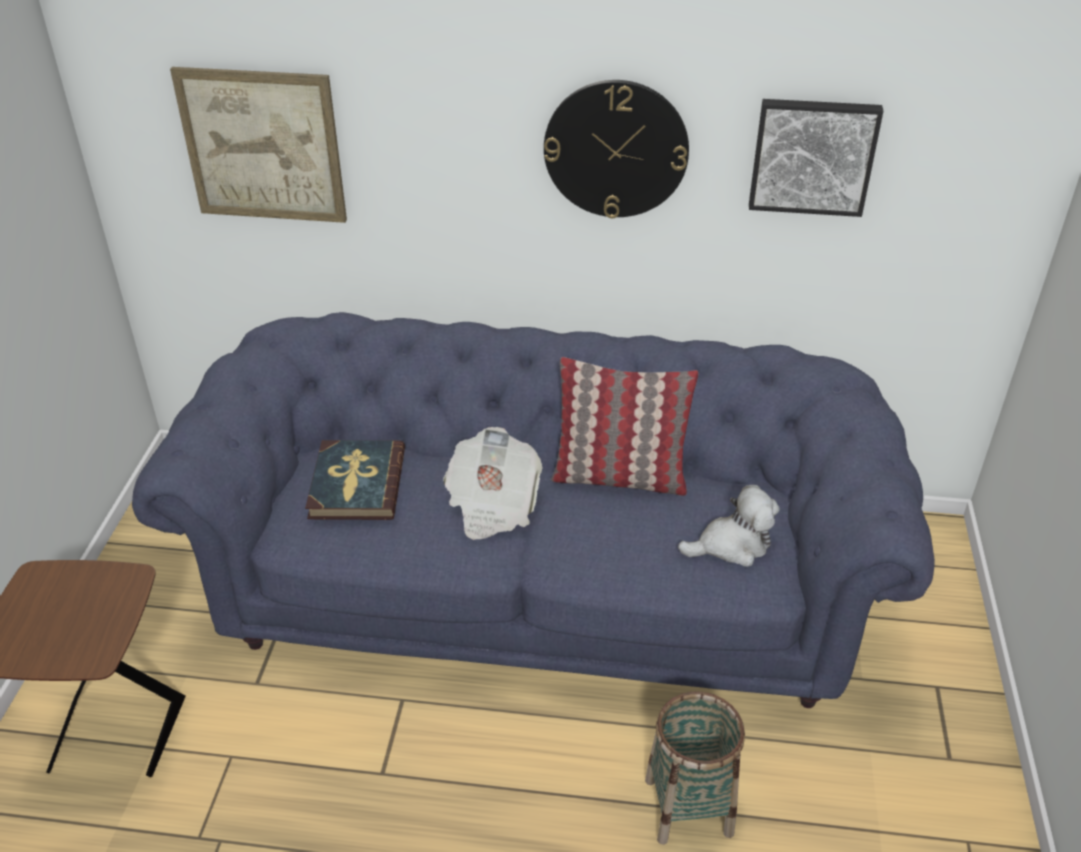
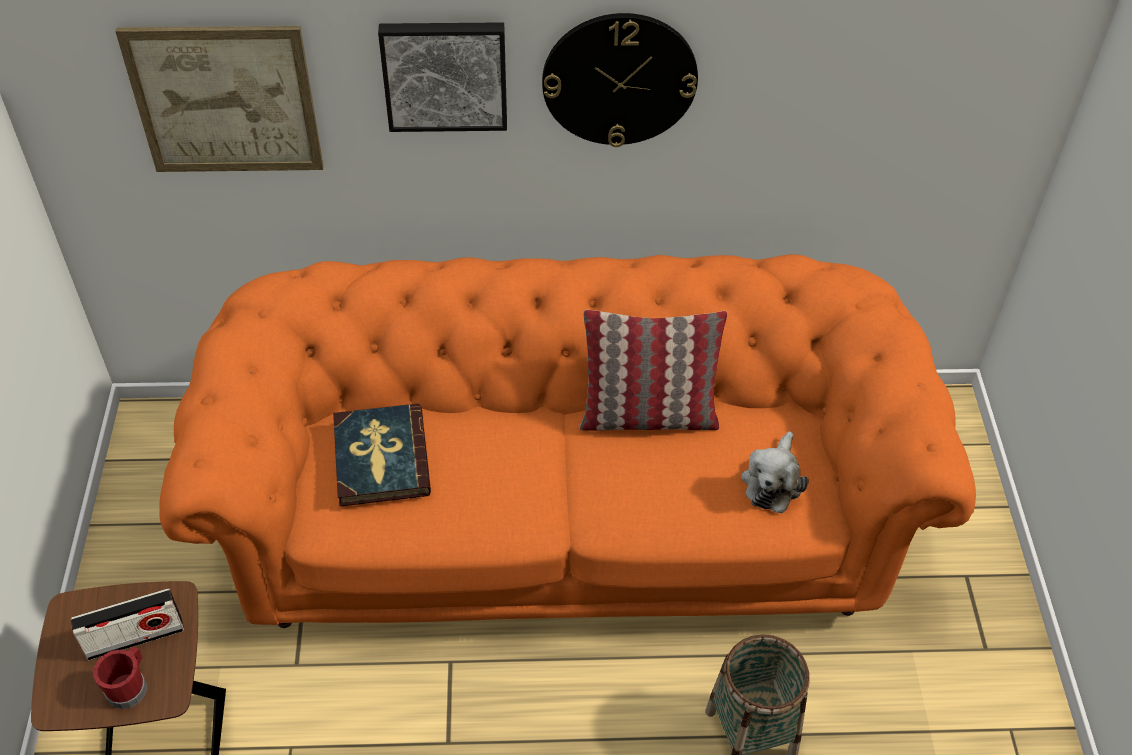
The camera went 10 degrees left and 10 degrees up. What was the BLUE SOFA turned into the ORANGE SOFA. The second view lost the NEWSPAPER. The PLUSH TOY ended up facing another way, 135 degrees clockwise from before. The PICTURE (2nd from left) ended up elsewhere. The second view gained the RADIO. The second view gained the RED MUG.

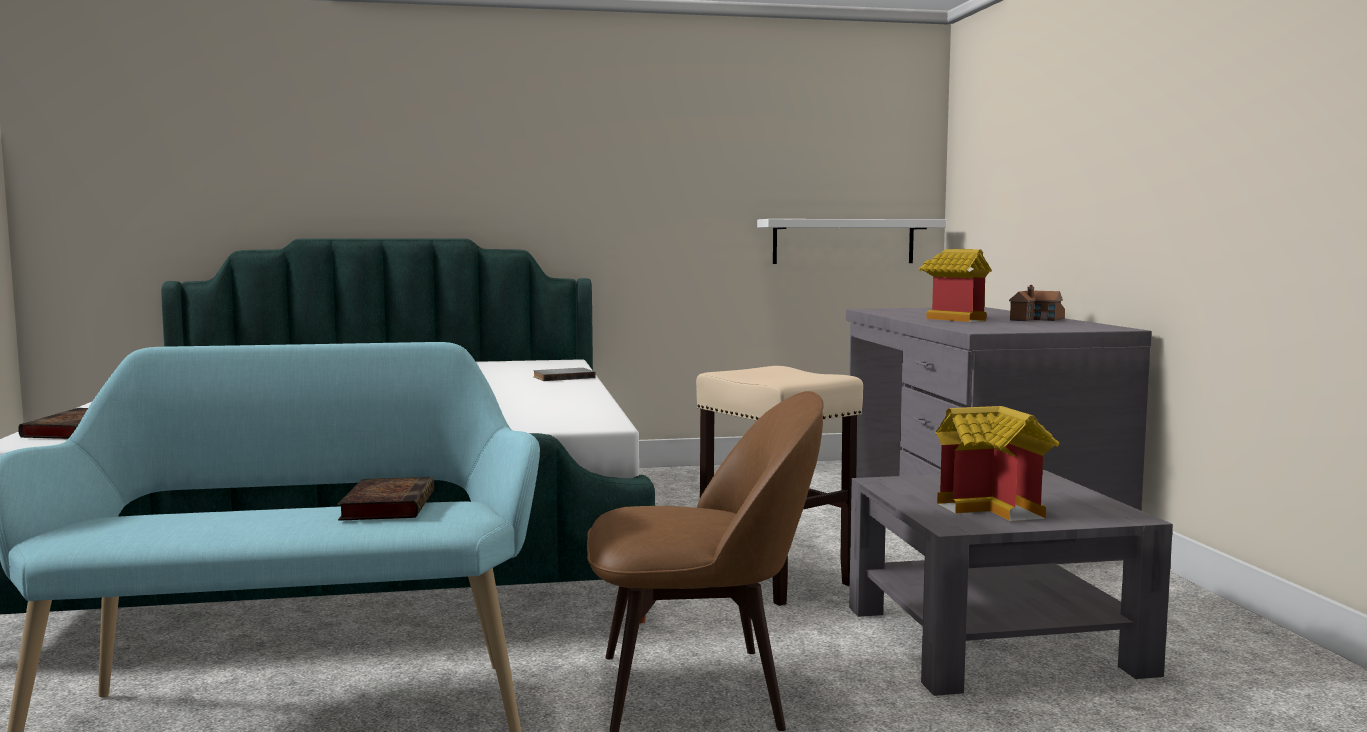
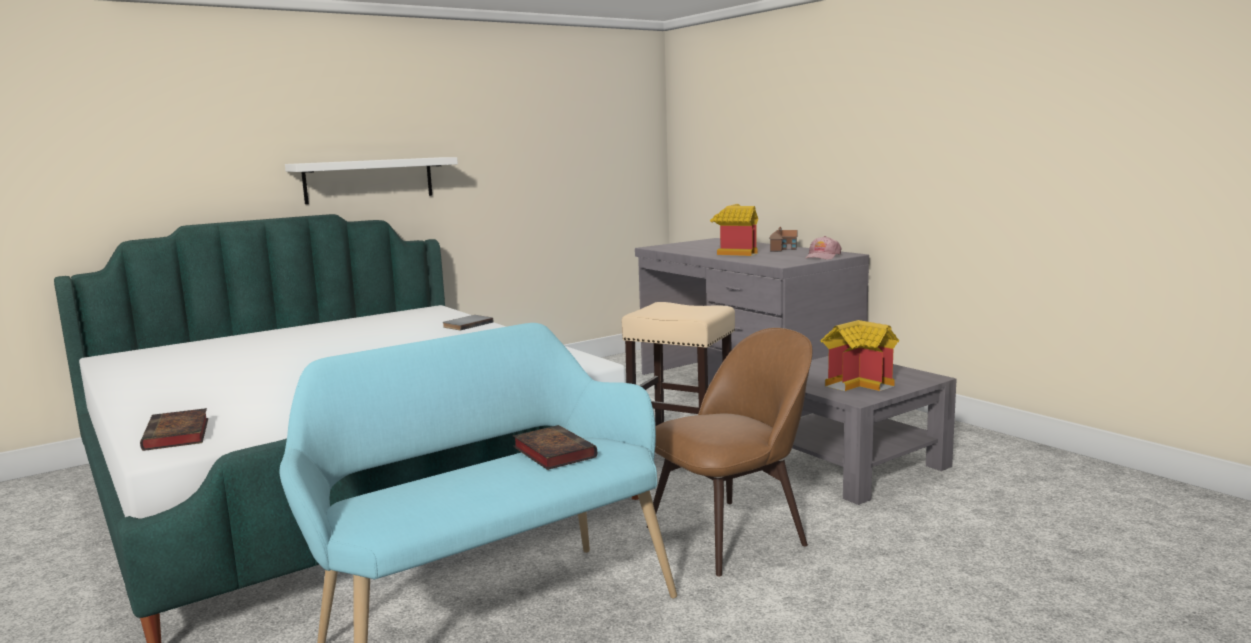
The camera went 25 degrees left and 5 degrees up. The WHITE SHELF ended up elsewhere. The second view gained the PINK CAP.

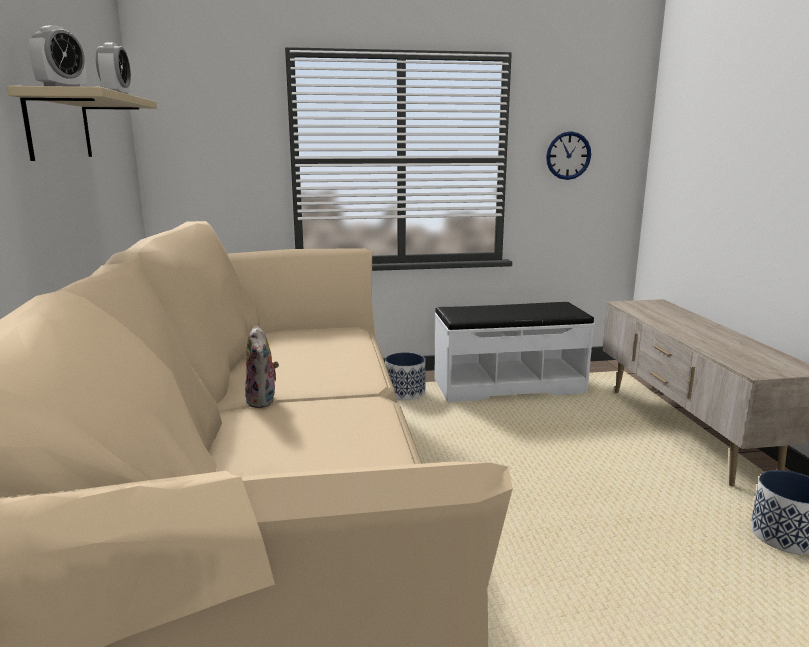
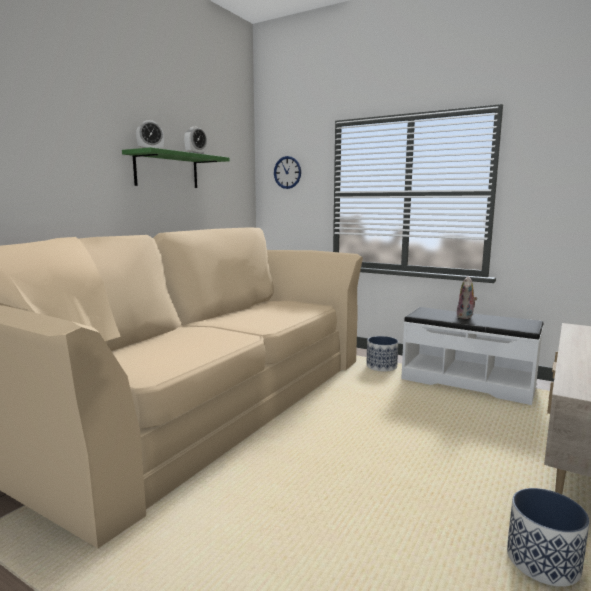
The camera went 40 degrees right and 5 degrees down. What was the BEIGE SHELF turned into the GREEN SHELF. The PLUSH TOY ended up elsewhere. The WALL CLOCK ended up elsewhere.

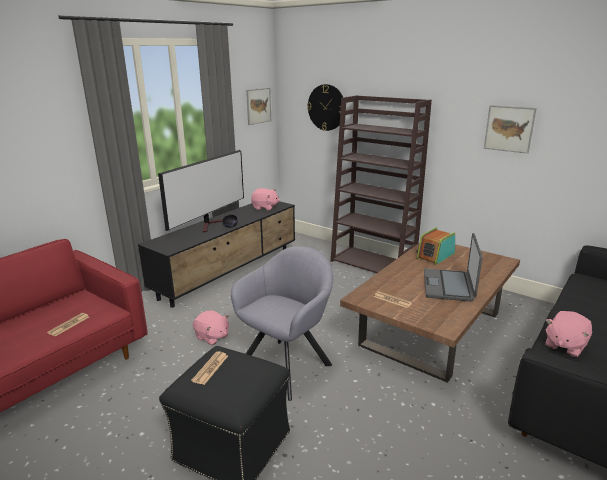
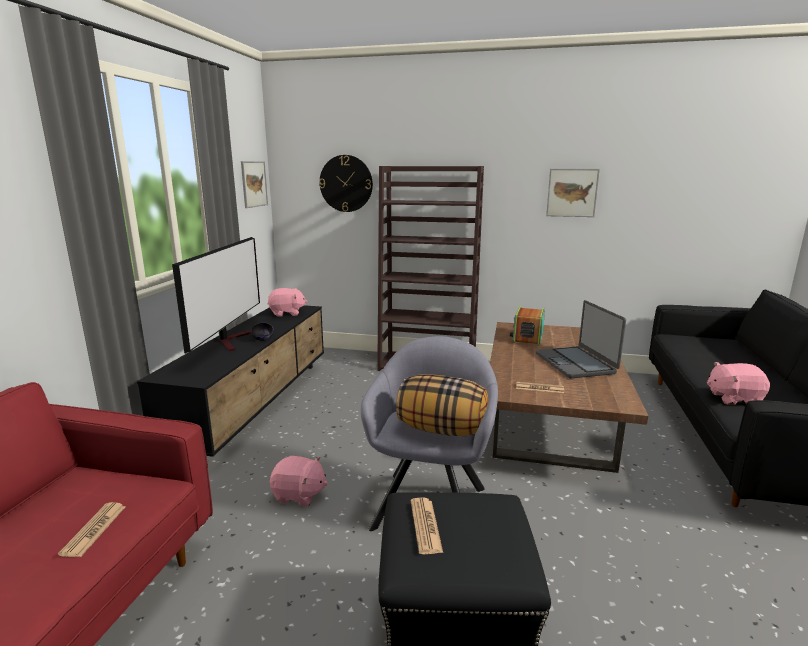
The camera went 25 degrees left and 5 degrees down. The PINK PLUSH TOY (3rd from left) ended up facing another way, 75 degrees clockwise from before. The second view gained the PILLOW.

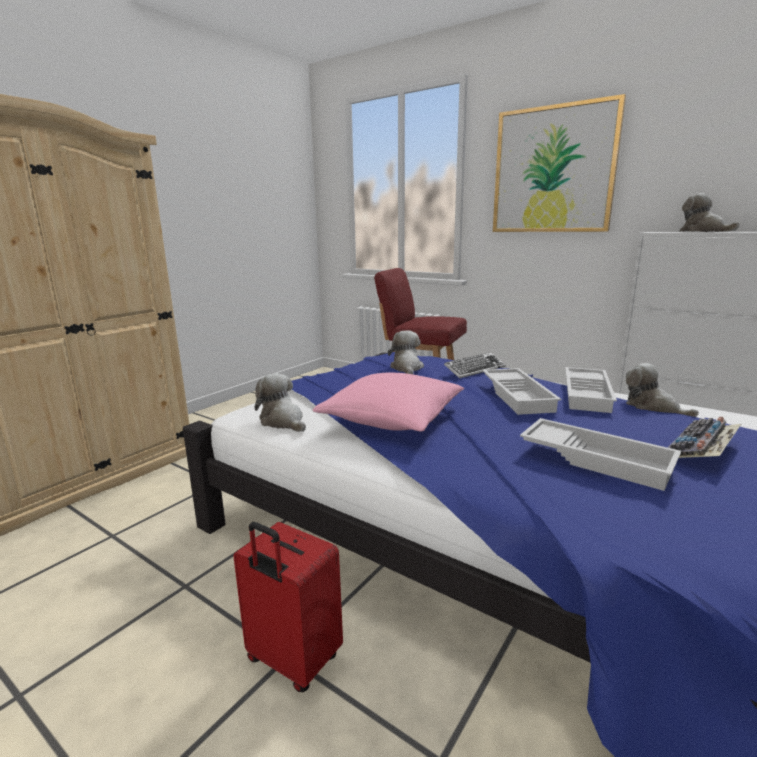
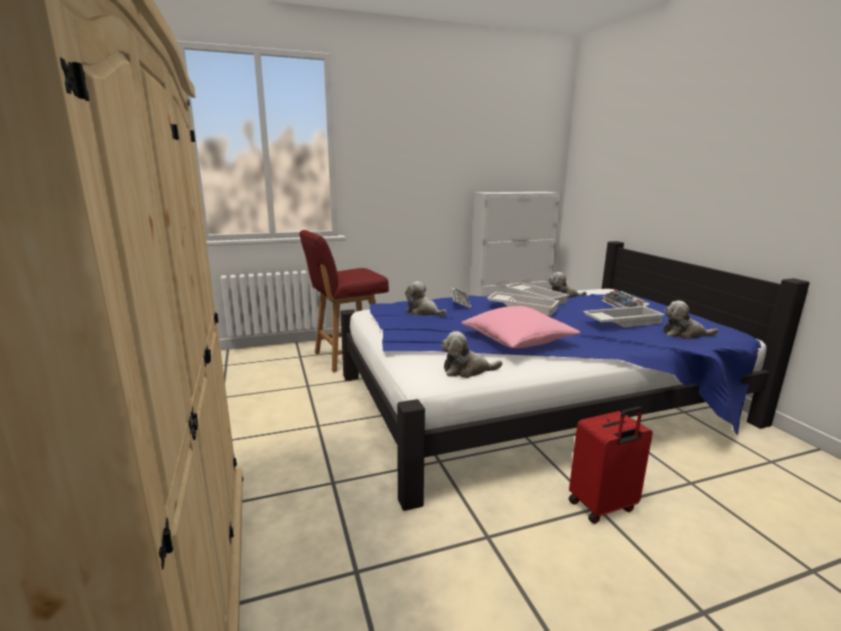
The camera went 55 degrees left and 0 degrees up. The second view lost the PICTURE. The PLUSH TOY (4th from left) ended up elsewhere.

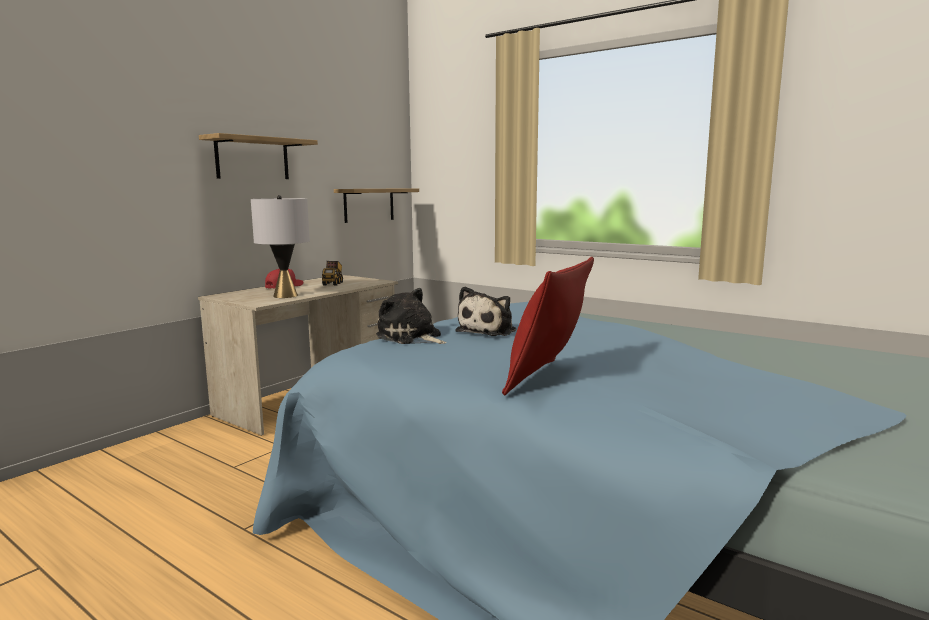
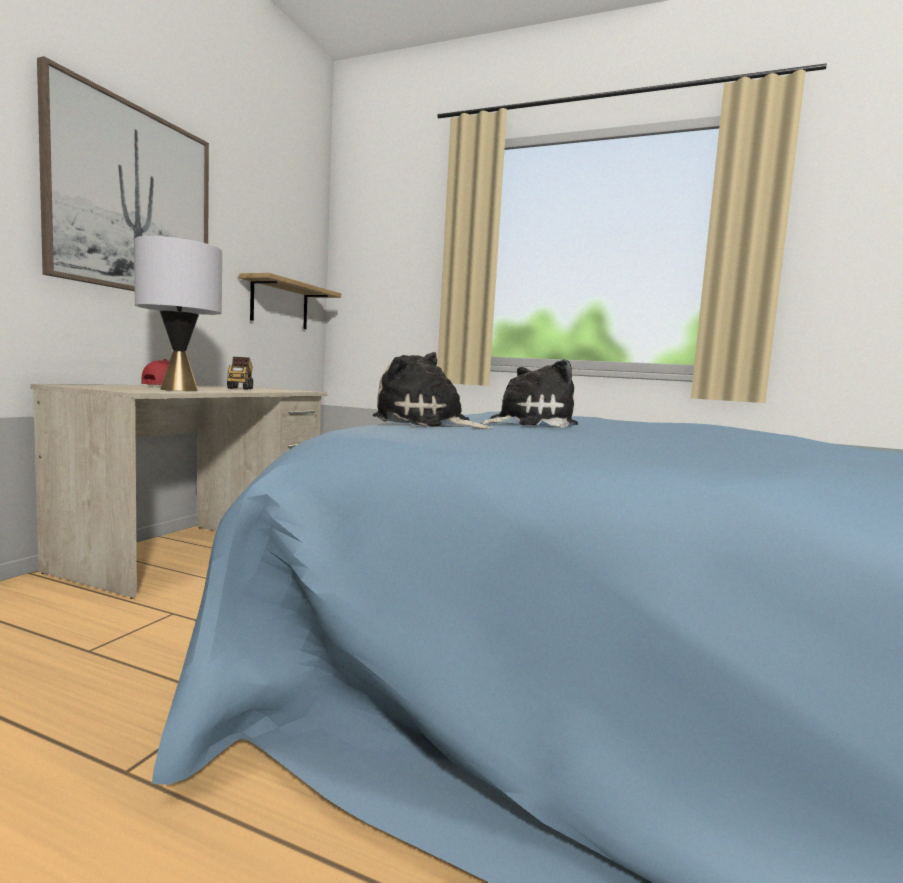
The camera went 15 degrees left and 5 degrees down. Where the SHELF (1st from left) hung, the PICTURE came to hang. The PLUSH TOY (2nd from left) ended up facing another way, 135 degrees counterclockwise from before. The second view lost the RED PILLOW.

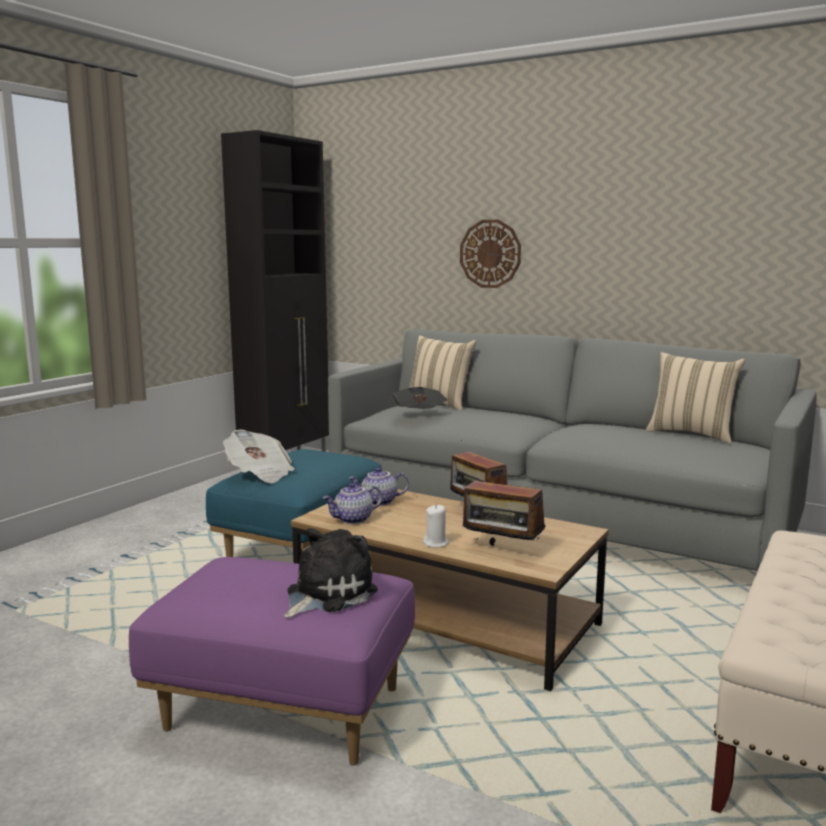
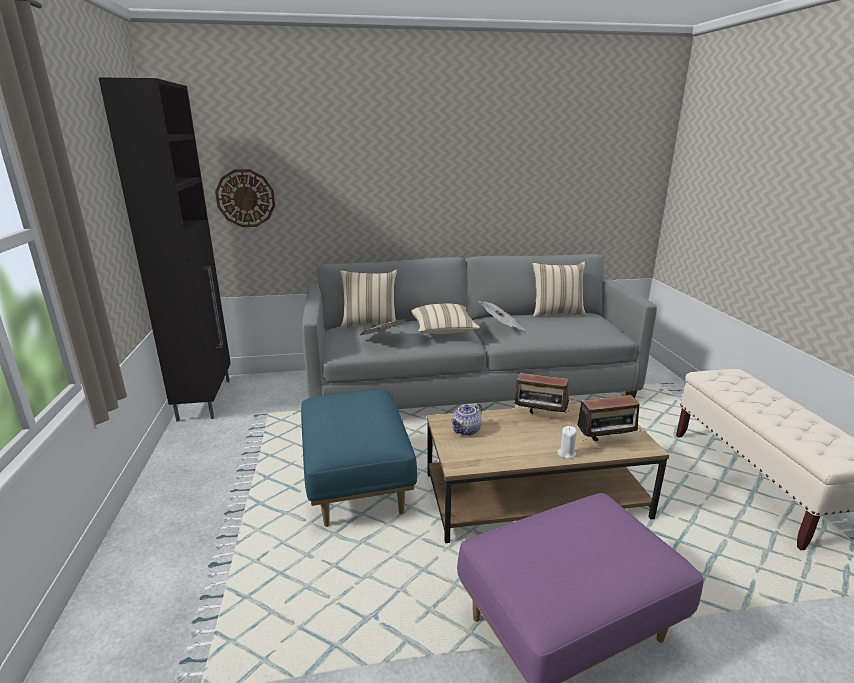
The camera went 40 degrees left and 10 degrees up. The NEWSPAPER (1st from left in the first image) ended up elsewhere. The second view lost the PLUSH TOY. The second view lost the TEAPOT (1st from left). The WALL CLOCK ended up elsewhere. The second view gained the BEIGE PILLOW (2nd from left).

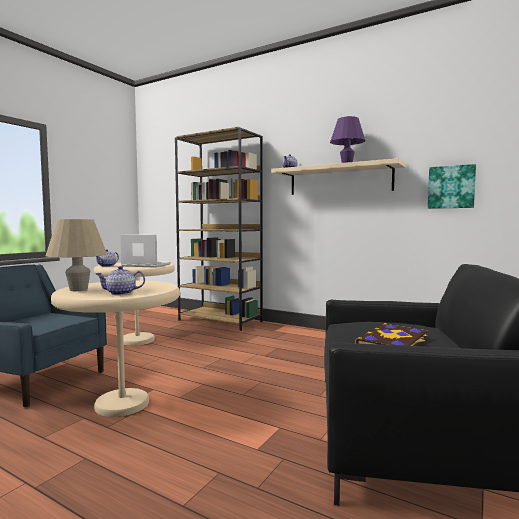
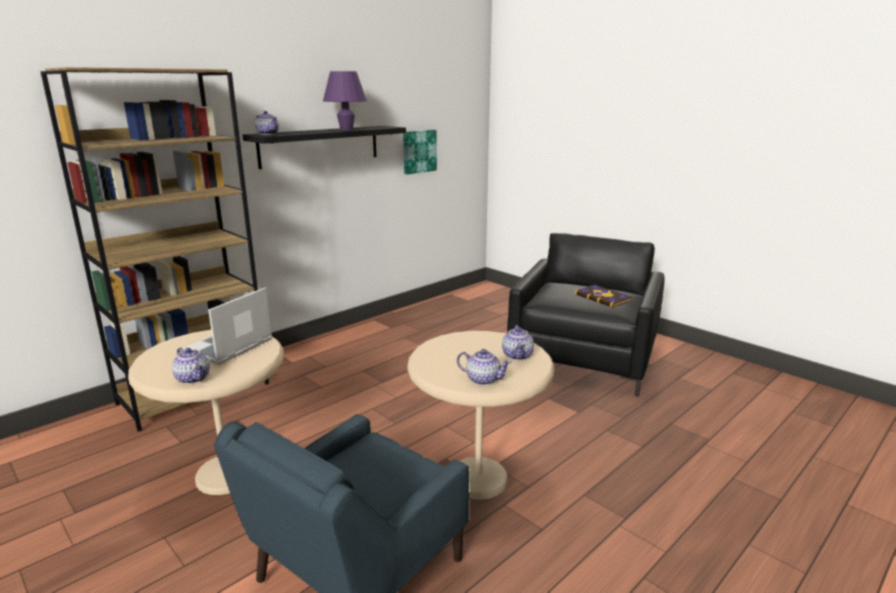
The camera went 75 degrees left and 15 degrees up. Where the BEIGE TABLE LAMP stood, the TEAPOT (3rd from left) came to stand. What was the BEIGE SHELF turned into the BLACK SHELF.

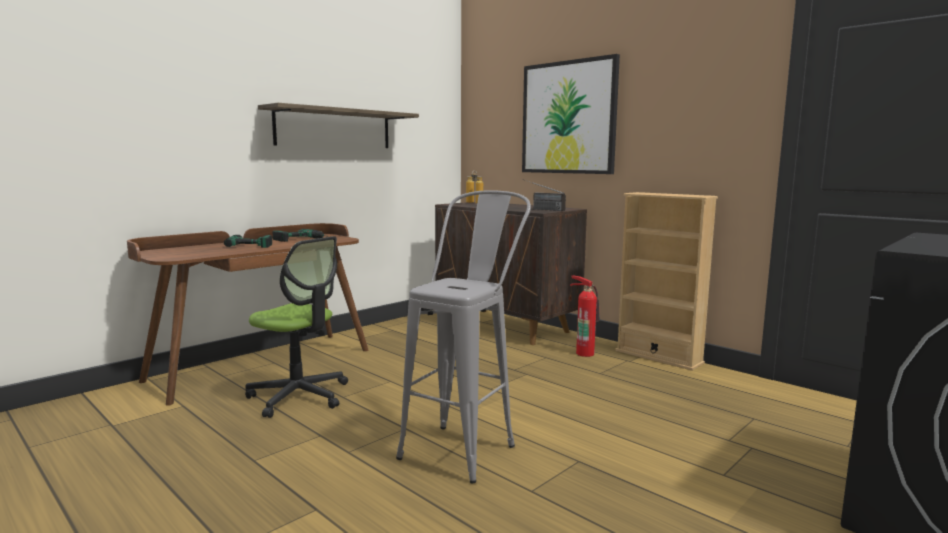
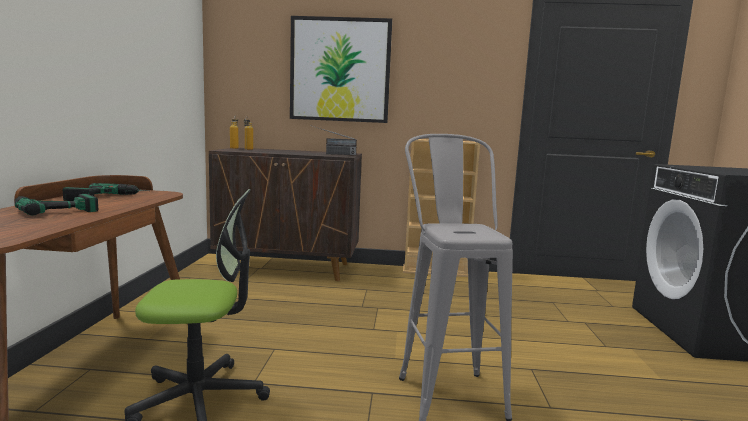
The camera went 40 degrees left and 0 degrees up. The second view lost the SHELF. The second view lost the FIRE EXTINGUISHER.

